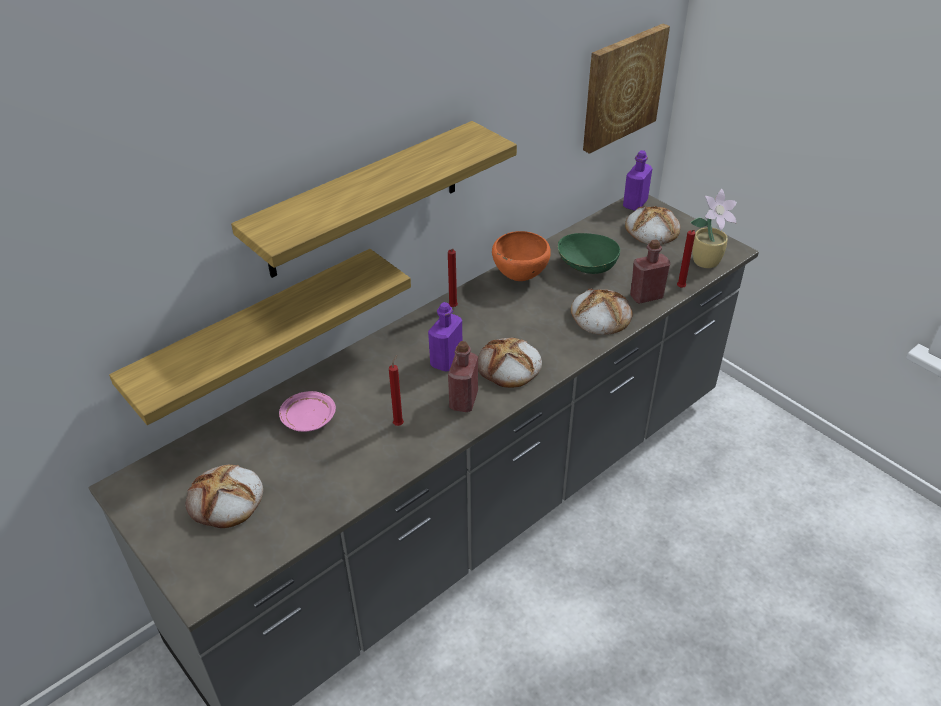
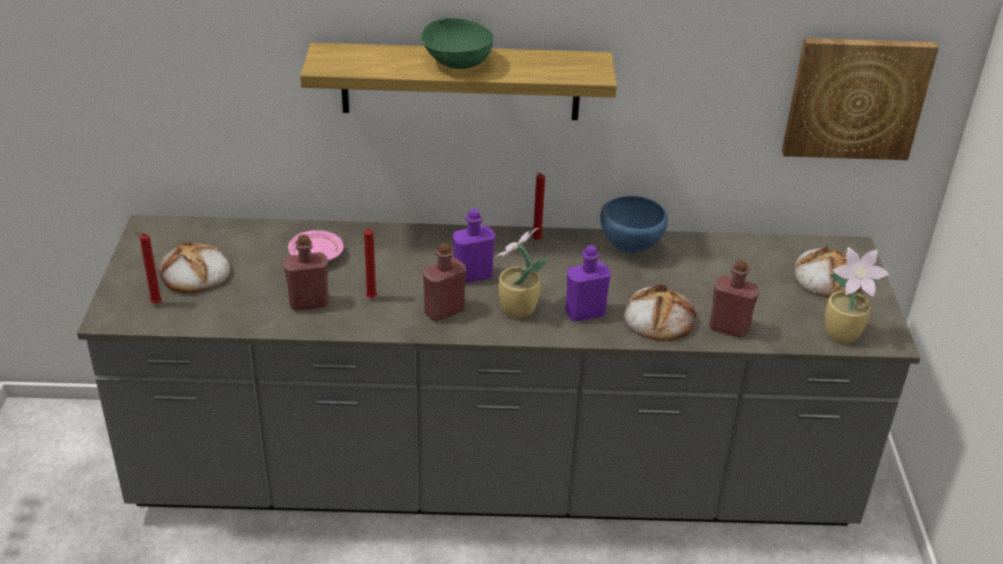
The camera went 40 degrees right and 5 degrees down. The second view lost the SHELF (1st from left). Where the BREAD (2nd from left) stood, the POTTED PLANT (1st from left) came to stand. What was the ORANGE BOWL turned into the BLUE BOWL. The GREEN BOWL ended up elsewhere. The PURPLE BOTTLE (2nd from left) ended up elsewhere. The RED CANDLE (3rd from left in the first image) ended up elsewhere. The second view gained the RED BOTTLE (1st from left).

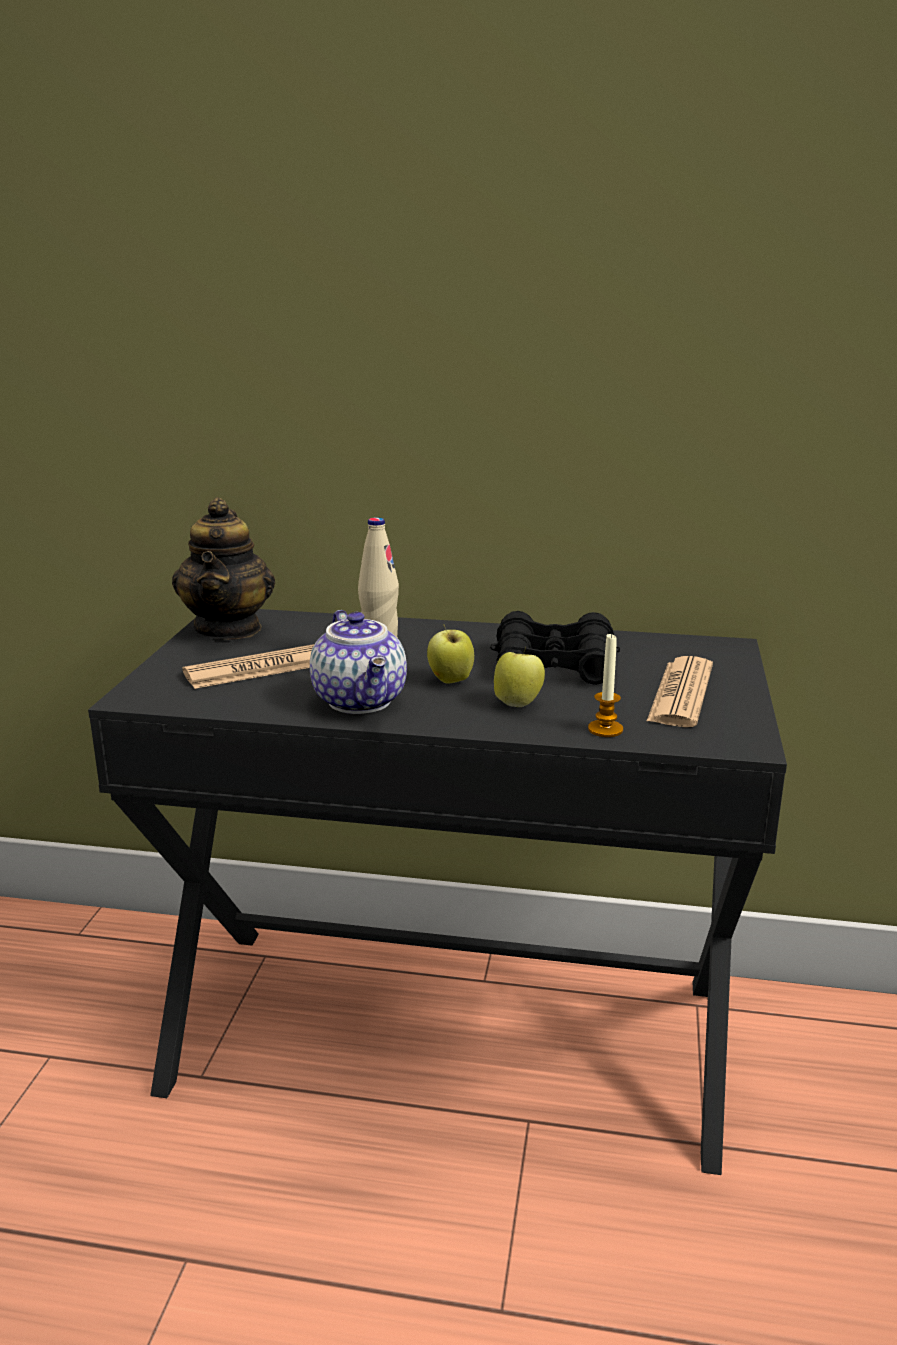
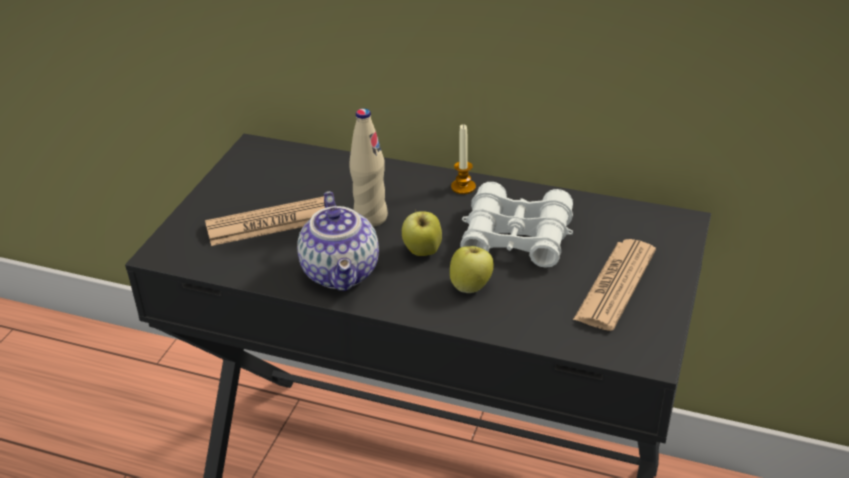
The camera went 10 degrees right and 15 degrees up. The second view lost the TEAPOT (1st from left). What was the BLACK BINOCULARS turned into the WHITE BINOCULARS. The CANDLE ended up elsewhere.

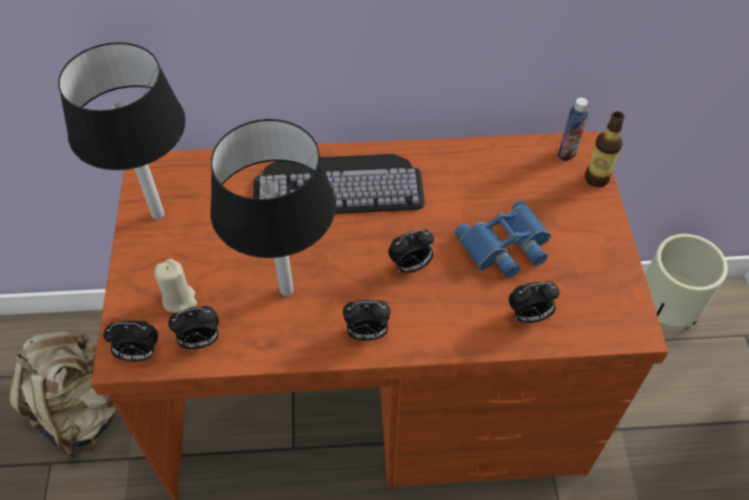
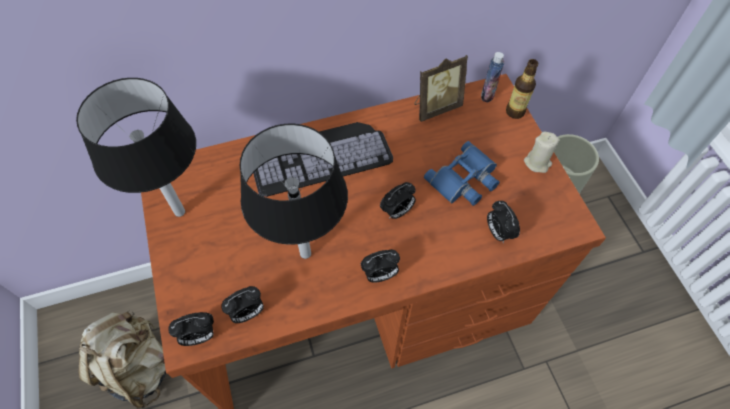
The camera went 15 degrees left and 5 degrees up. The BEIGE CANDLE ended up elsewhere. The ALARM CLOCK (5th from left) ended up facing another way, 90 degrees clockwise from before. The second view gained the PICTURE FRAME.

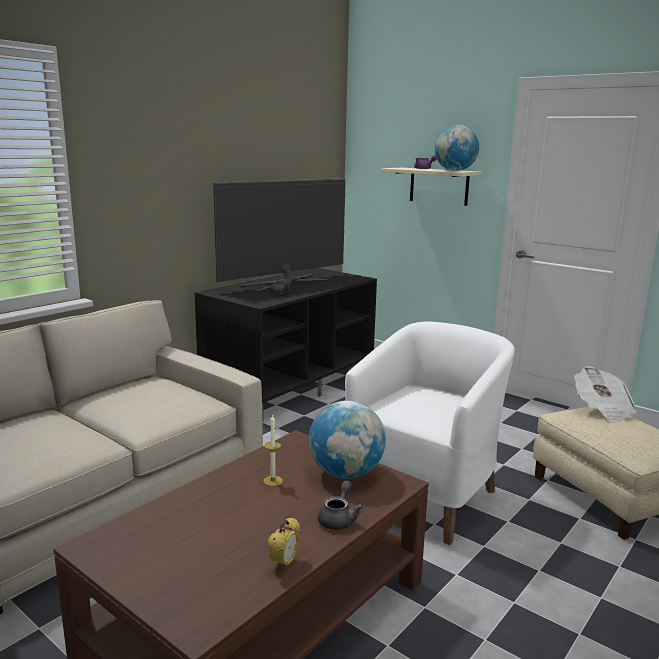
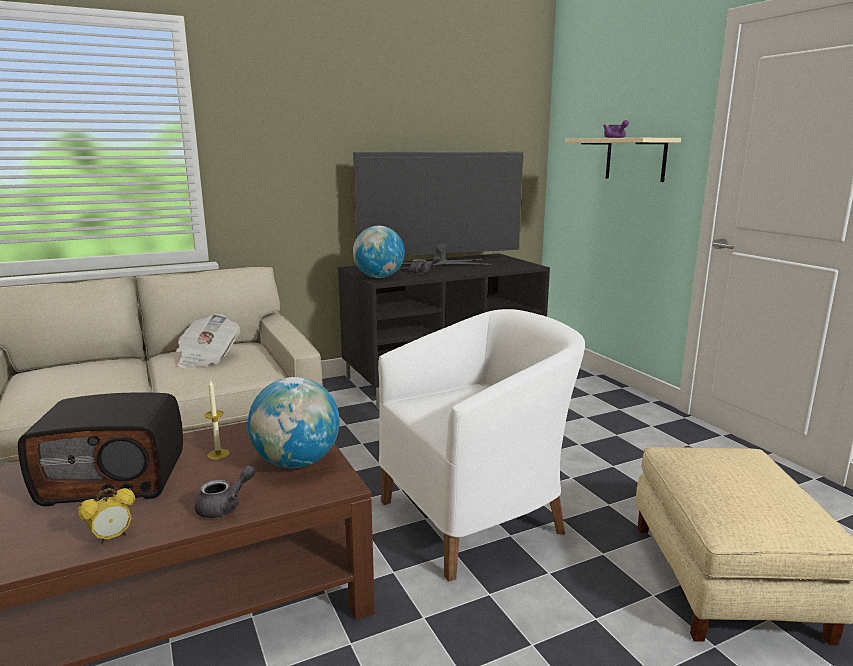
The camera went 25 degrees right and 0 degrees up. The GLOBE (2nd from left) ended up elsewhere. The NEWSPAPER ended up elsewhere. The second view gained the RADIO.

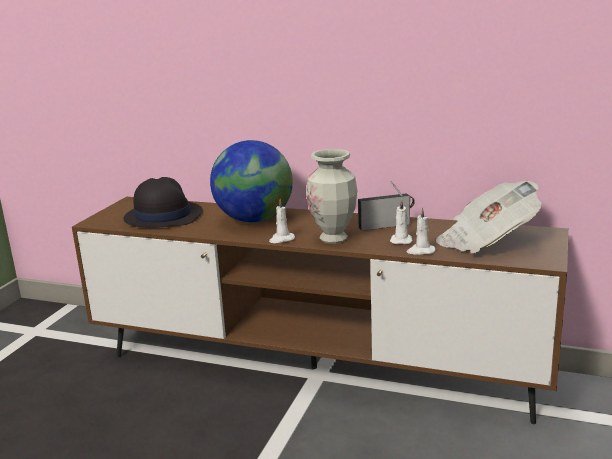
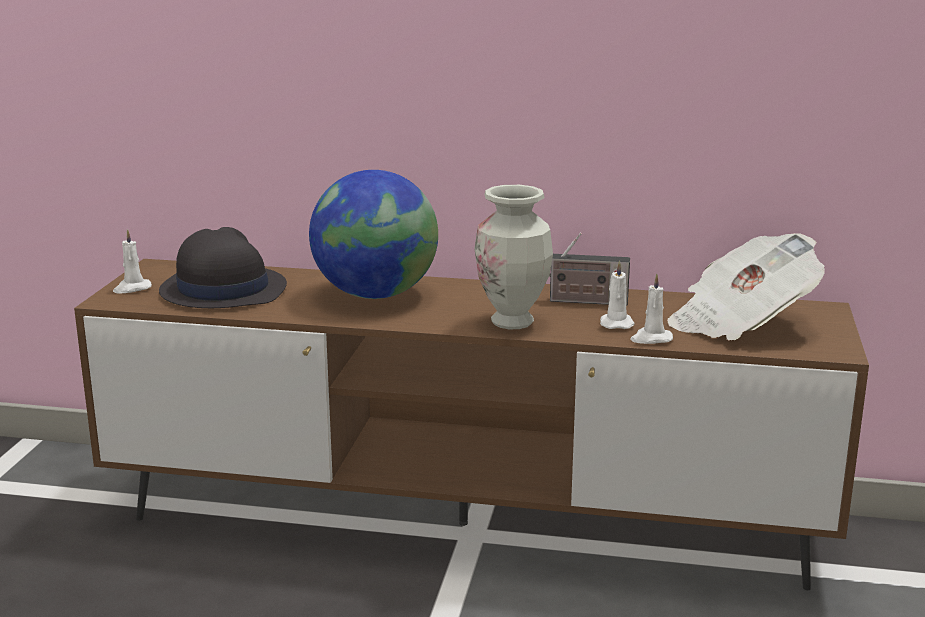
The camera went 10 degrees left and 0 degrees up. The WHITE CANDLE (1st from left) ended up elsewhere. The RADIO ended up facing another way, 150 degrees counterclockwise from before.

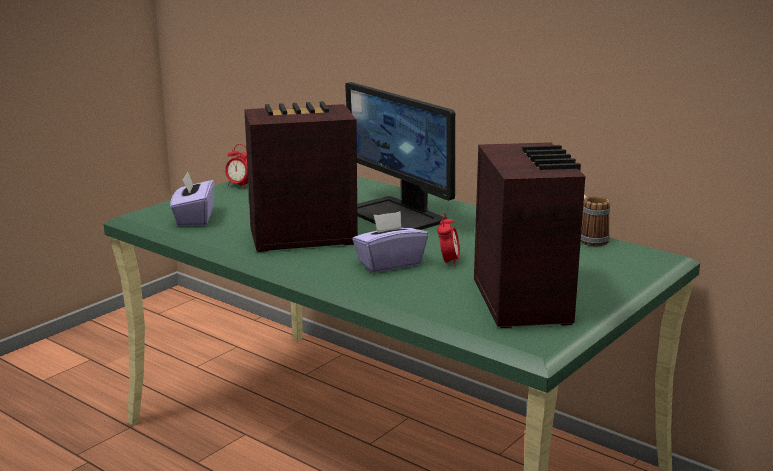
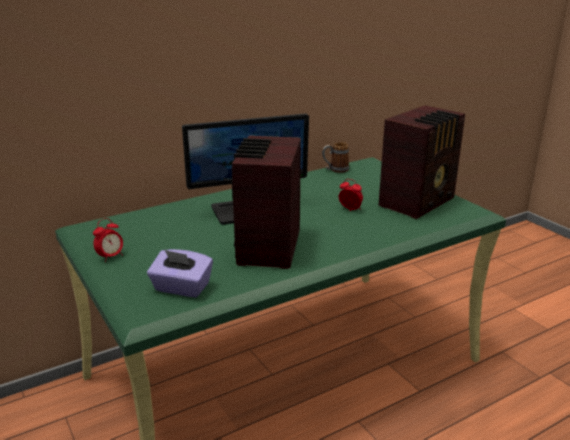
The camera went 70 degrees left and 5 degrees up. The second view lost the PURPLE TISSUE BOX (2nd from left). The RADIO (2nd from left) ended up facing another way, 120 degrees clockwise from before.

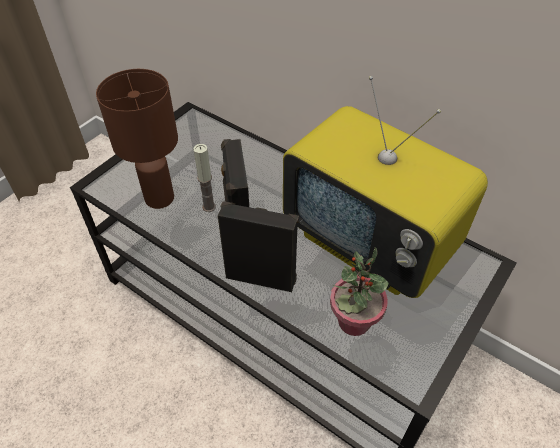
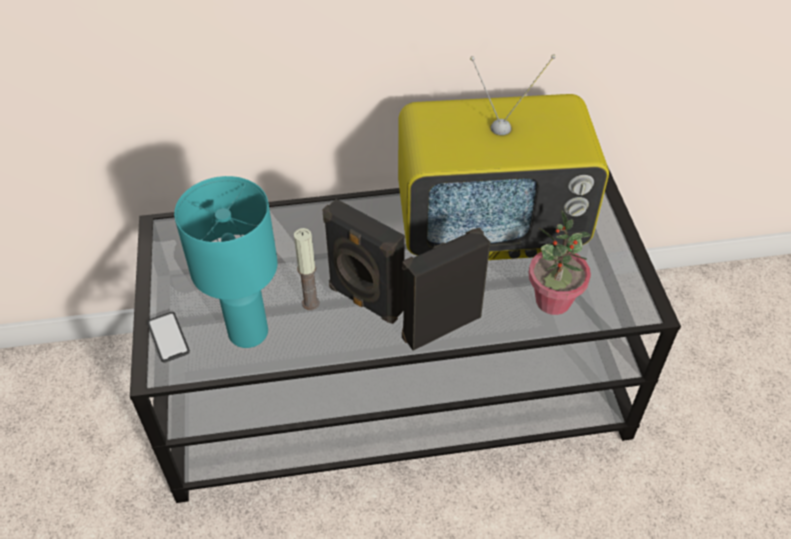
The camera went 45 degrees left and 0 degrees up. What was the BROWN TABLE LAMP turned into the TURQUOISE TABLE LAMP. The second view gained the PHONE.

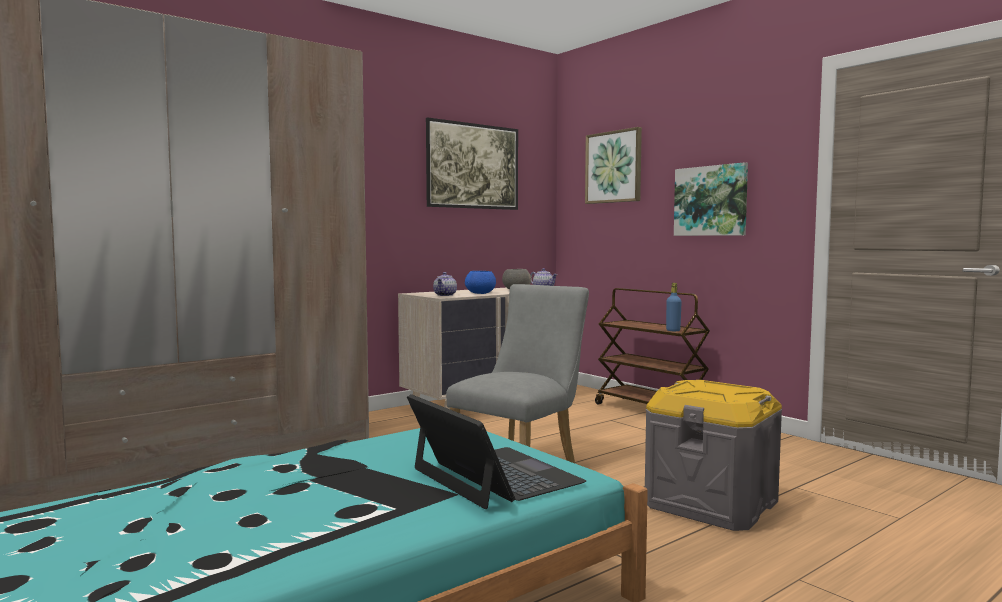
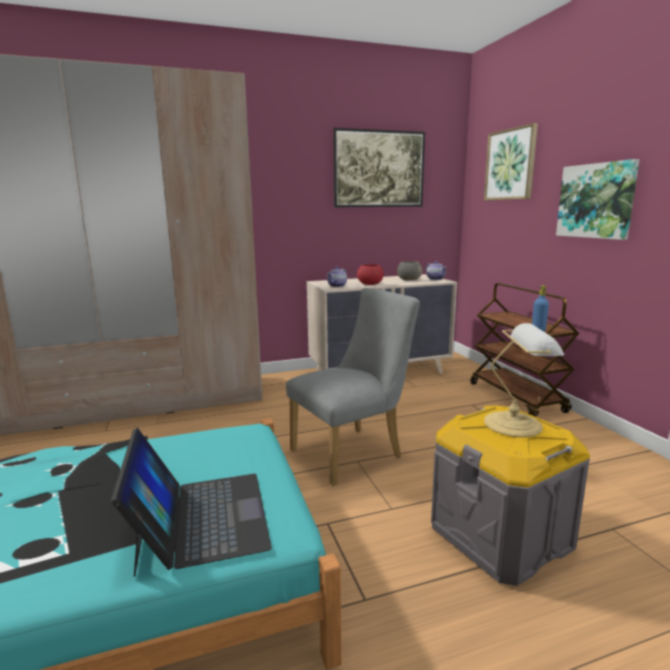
The camera went 20 degrees right and 10 degrees up. What was the BLUE BOWL turned into the RED BOWL. The second view gained the TABLE LAMP.

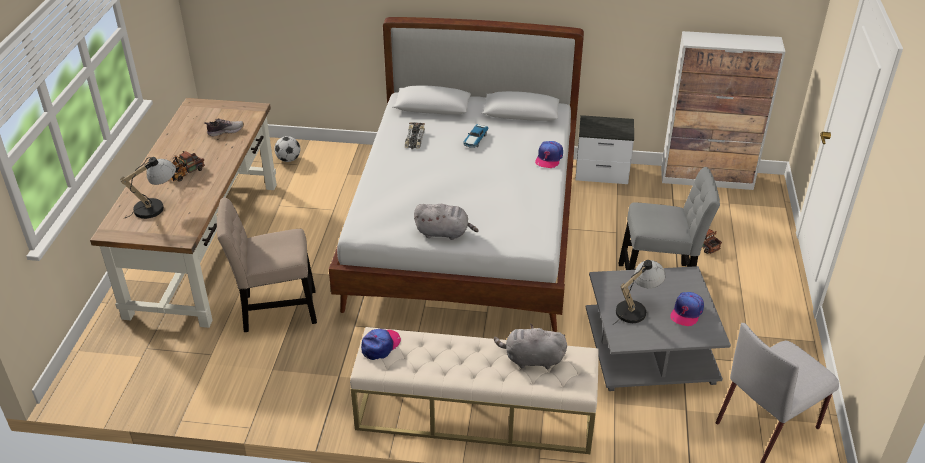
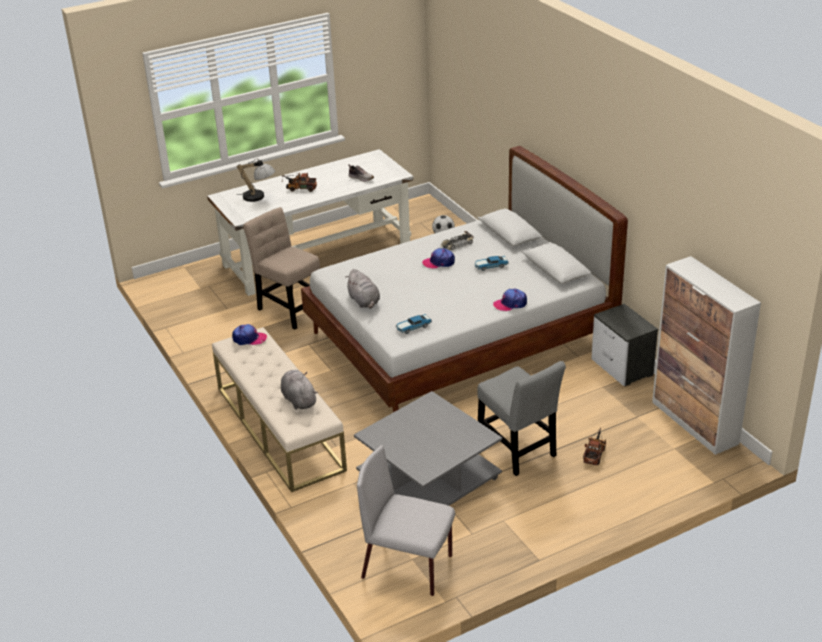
The camera went 55 degrees right and 5 degrees down. What was the BROWN DESK turned into the WHITE DESK. The second view lost the TABLE LAMP (2nd from left). The CAP (3rd from left in the first image) ended up elsewhere. The second view gained the TOY CAR (1st from left).

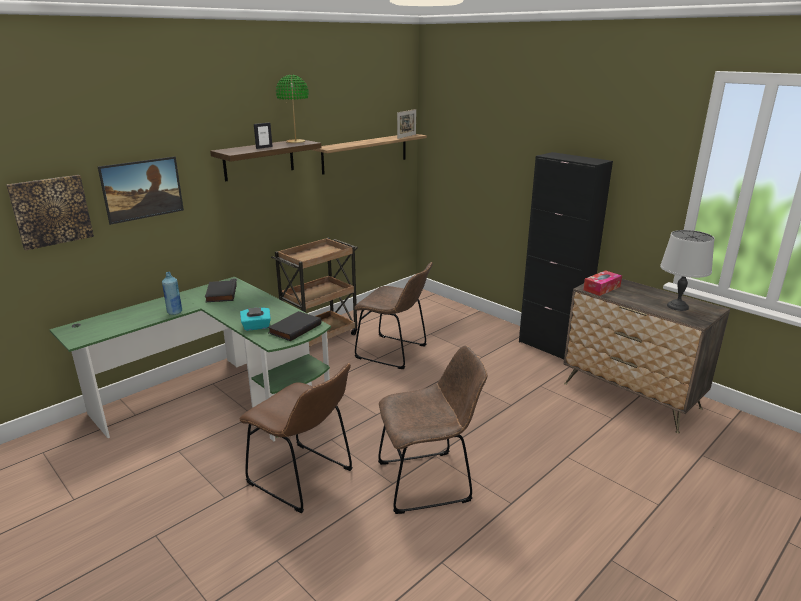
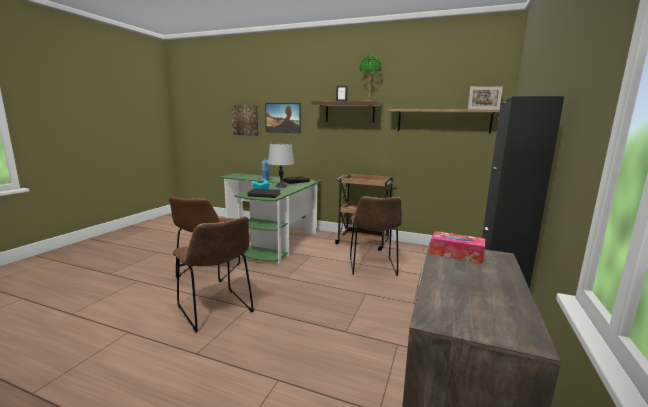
The camera went 65 degrees right and 10 degrees down. The GREY TABLE LAMP ended up elsewhere.

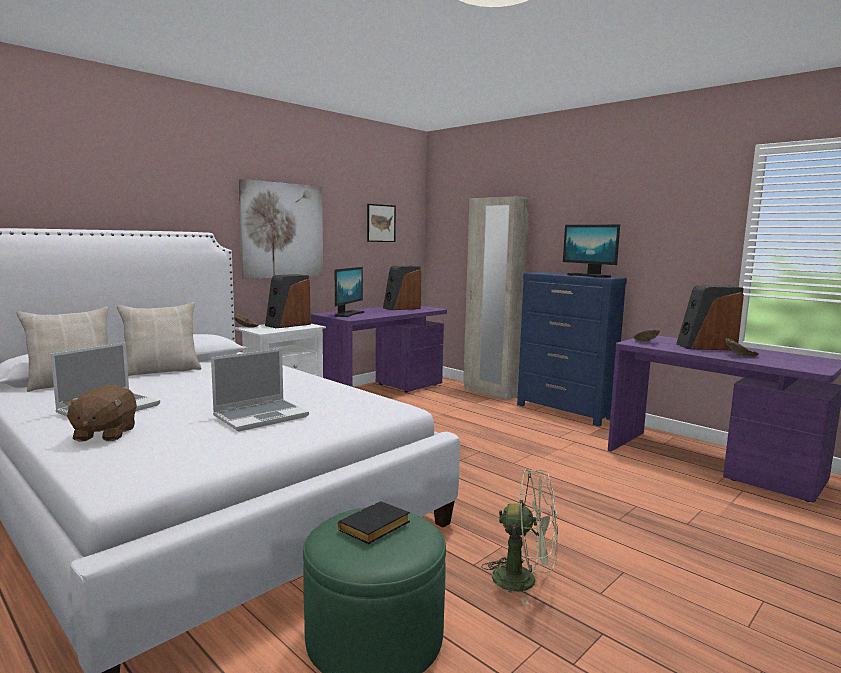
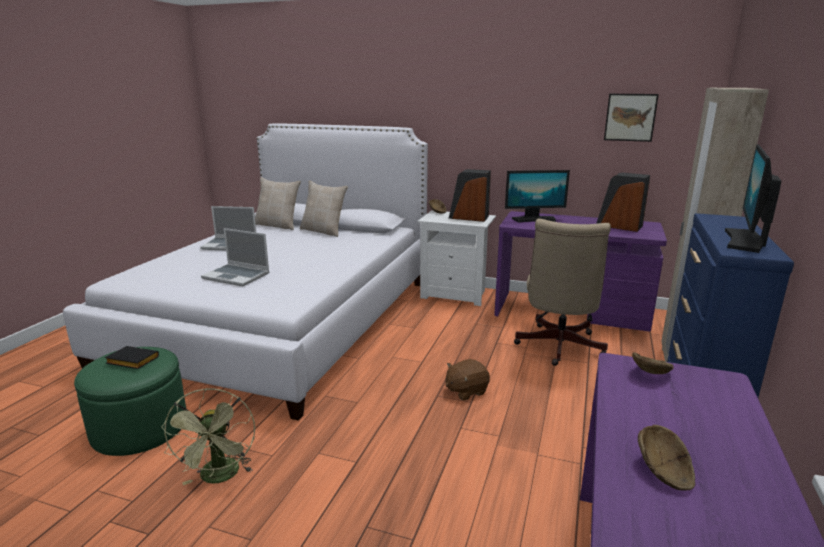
The camera went 65 degrees right and 10 degrees up. The BROWN PLUSH TOY ended up elsewhere. The second view lost the PICTURE (1st from left). The second view lost the SPEAKER (3rd from left). The second view gained the BEIGE OFFICE CHAIR.

